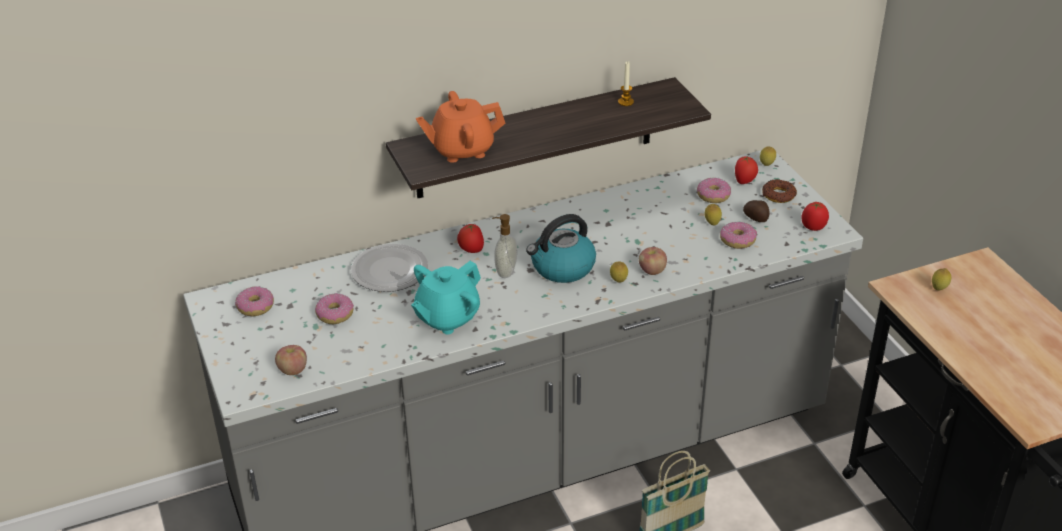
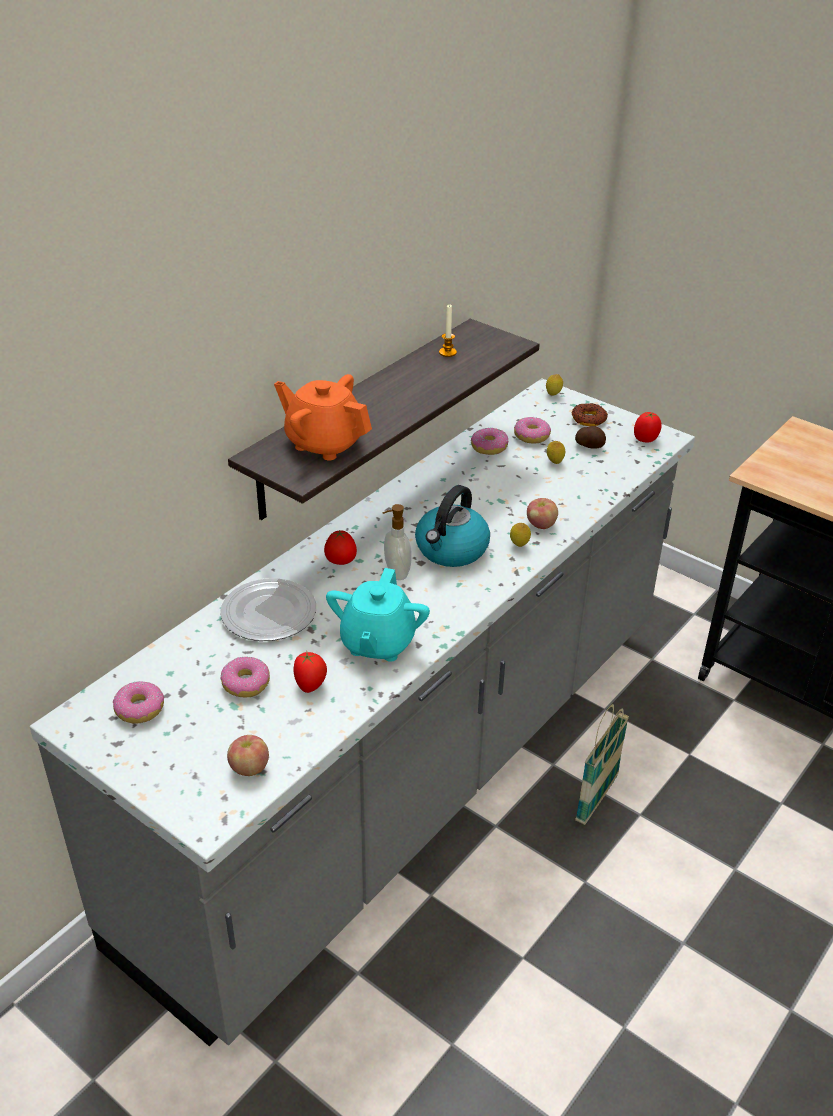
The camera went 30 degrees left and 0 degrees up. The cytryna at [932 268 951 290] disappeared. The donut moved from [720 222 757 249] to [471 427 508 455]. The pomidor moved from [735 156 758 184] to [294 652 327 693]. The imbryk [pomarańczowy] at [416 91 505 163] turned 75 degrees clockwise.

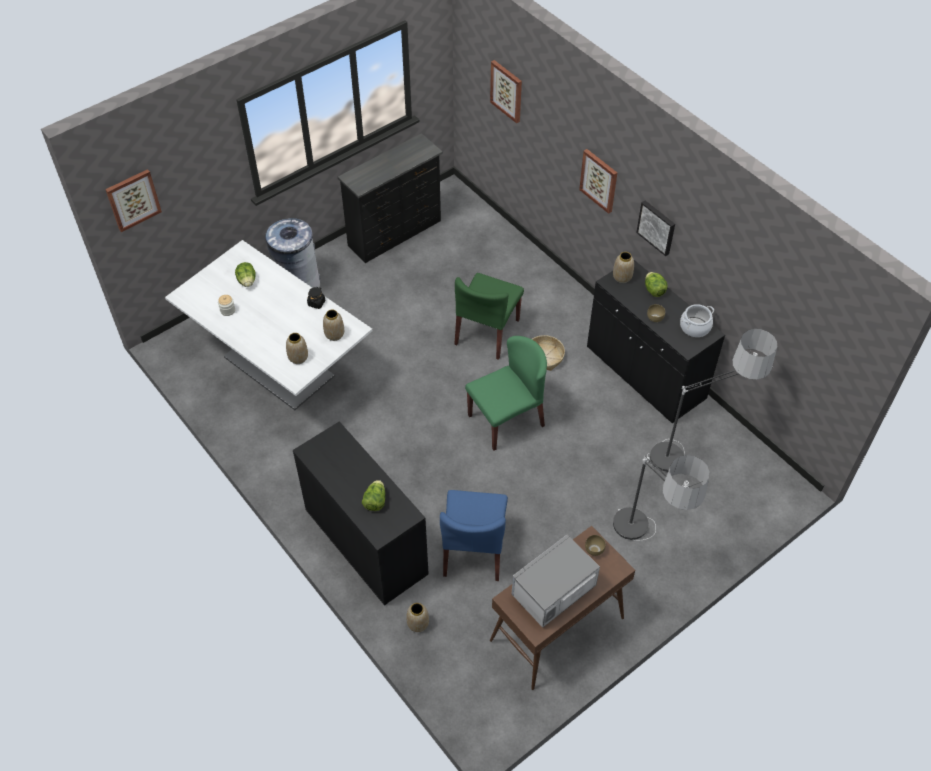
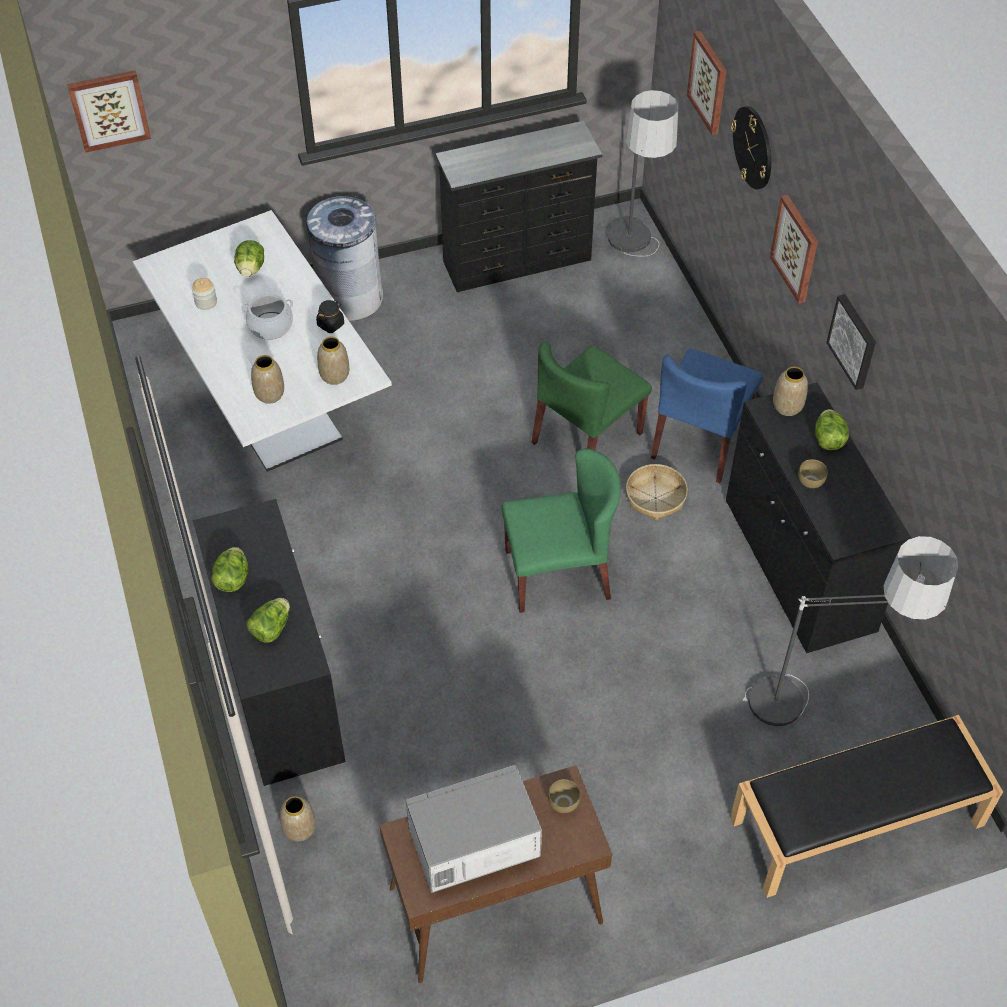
The camera went 20 degrees right and 0 degrees up. The sałata at [211 547 248 592] appeared. The ławka [czarny] at [730 715 1003 898] appeared. The zegar ścienny at [731 106 771 189] appeared. The krzesło [niebieski] moved from [440 490 508 581] to [651 348 763 483]. The lampa stojąca moved from [613 455 710 541] to [607 90 679 257]. The garnek moved from [680 304 714 337] to [242 292 293 340].

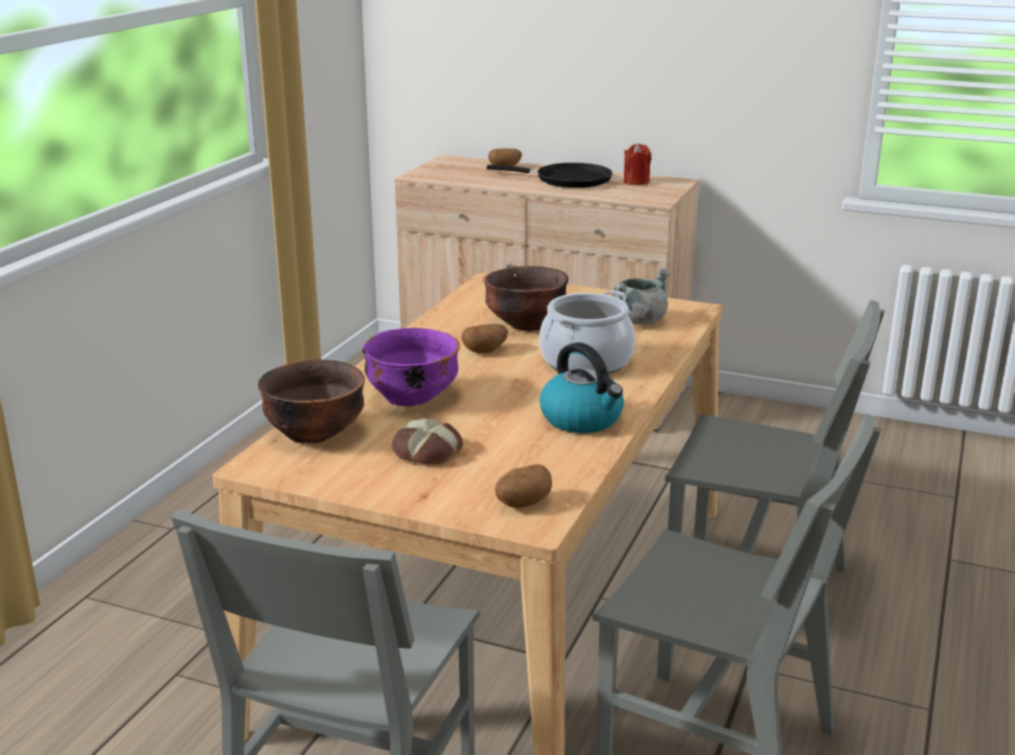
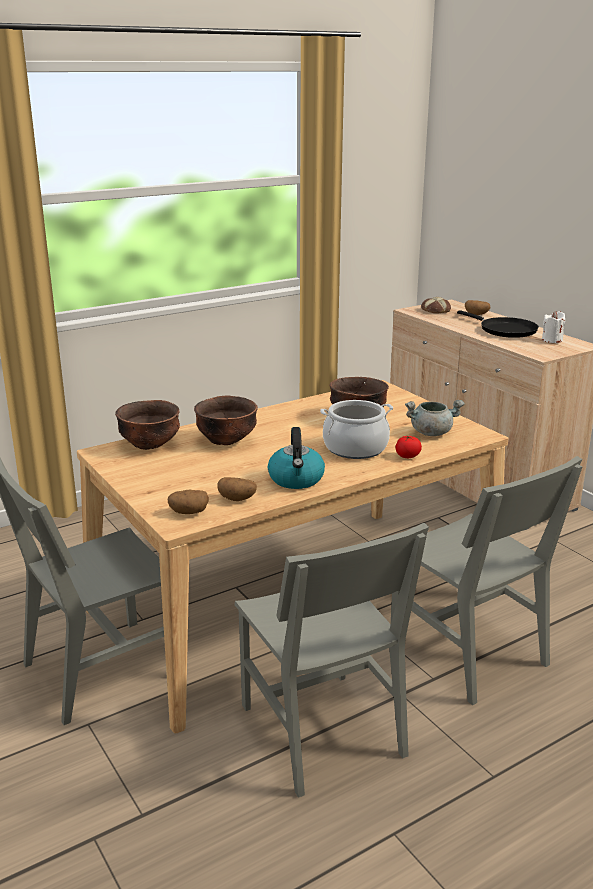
The camera went 35 degrees right and 0 degrees up. The pomidor at [395 436 422 458] appeared. The chleb moved from [392 418 463 464] to [421 297 451 314]. The ziemniak moved from [462 324 508 353] to [217 477 257 501]. The miska [fioletowy] at [362 328 460 406] became the miska [brązowy] at [194 396 258 445]. The świeca [czerwony] at [624 143 651 185] became the świeca [biały] at [542 311 565 343].

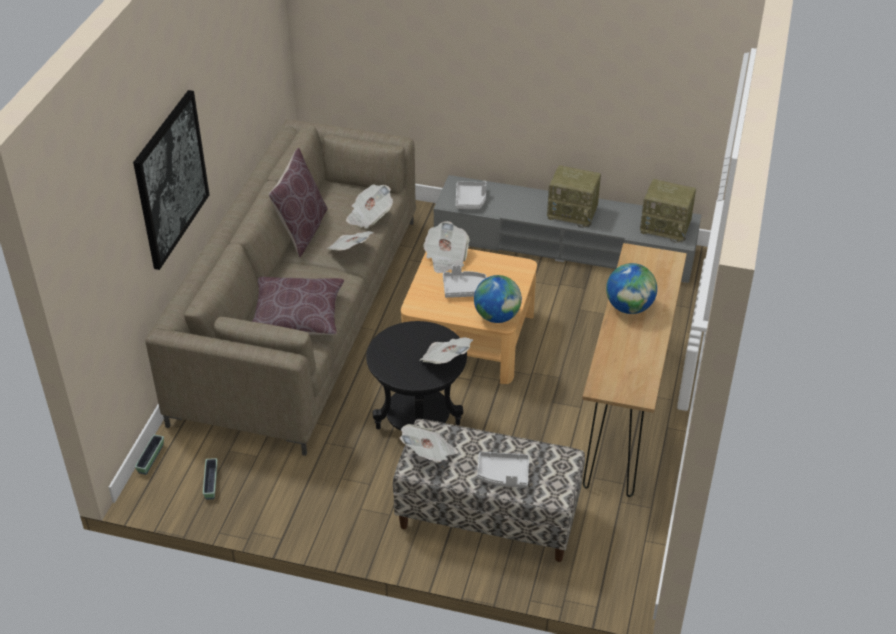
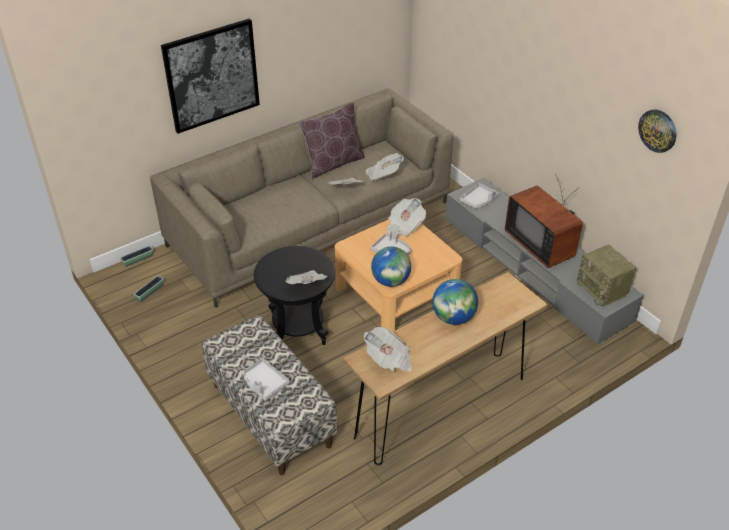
The camera went 40 degrees right and 0 degrees up. The poduszka [brązowy] at [252 277 344 335] disappeared. The zegar ścienny at [638 109 676 153] appeared. The gazeta moved from [399 424 458 463] to [364 327 412 372]. The radio at [547 165 601 227] was replaced by the telewizor at [505 174 583 268].

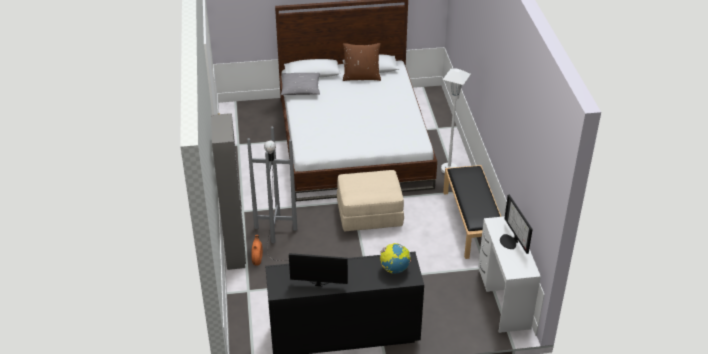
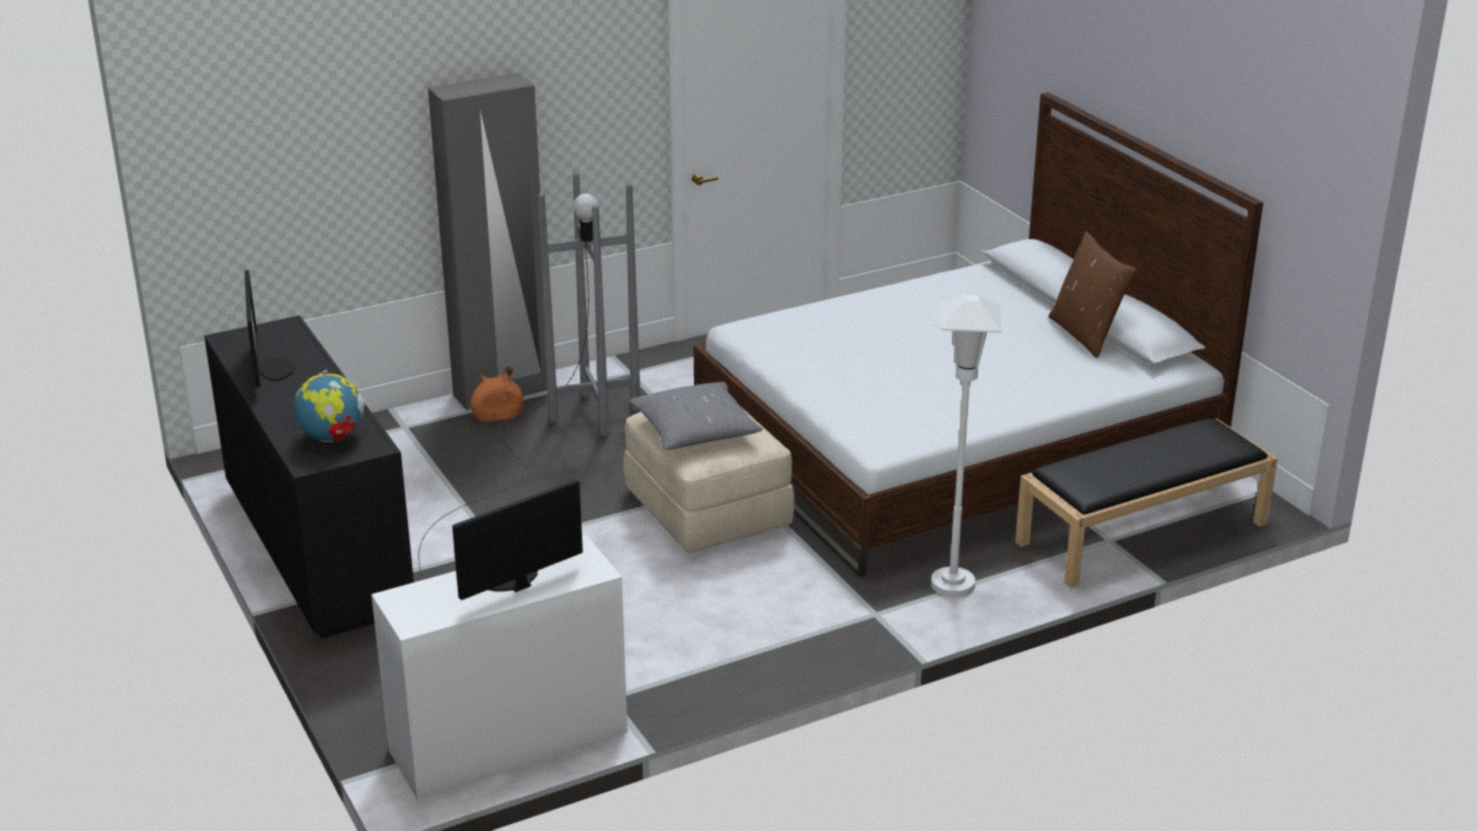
The camera went 70 degrees right and 10 degrees down. The poduszka [szary] moved from [281 73 320 95] to [629 382 763 450]. The ławka [czarny] moved from [443 165 501 259] to [1015 418 1278 588].

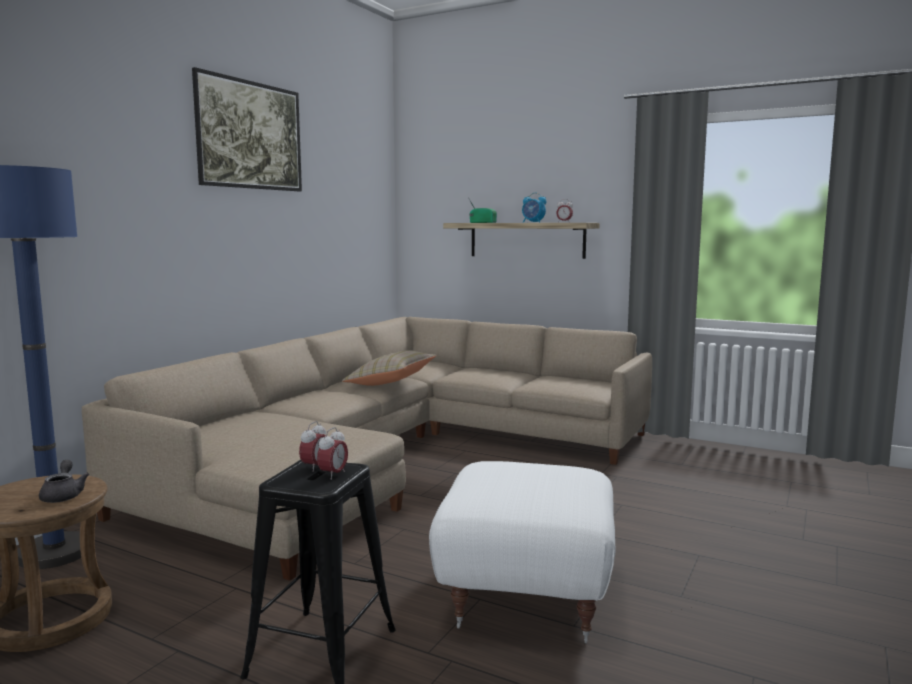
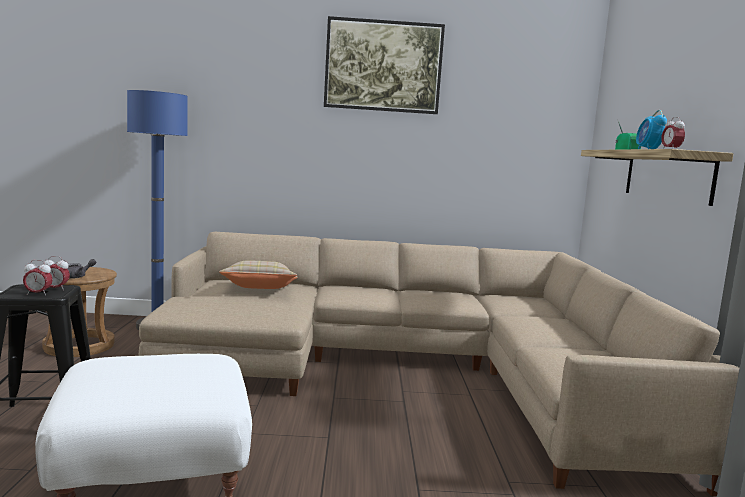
The camera went 60 degrees right and 0 degrees up. The poduszka [beżowy] moved from [342 350 436 386] to [219 260 298 289].

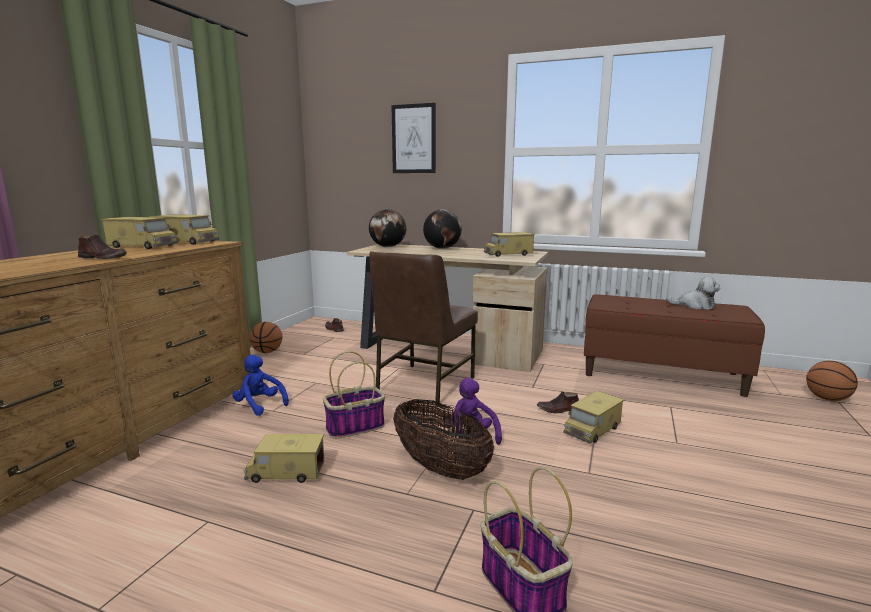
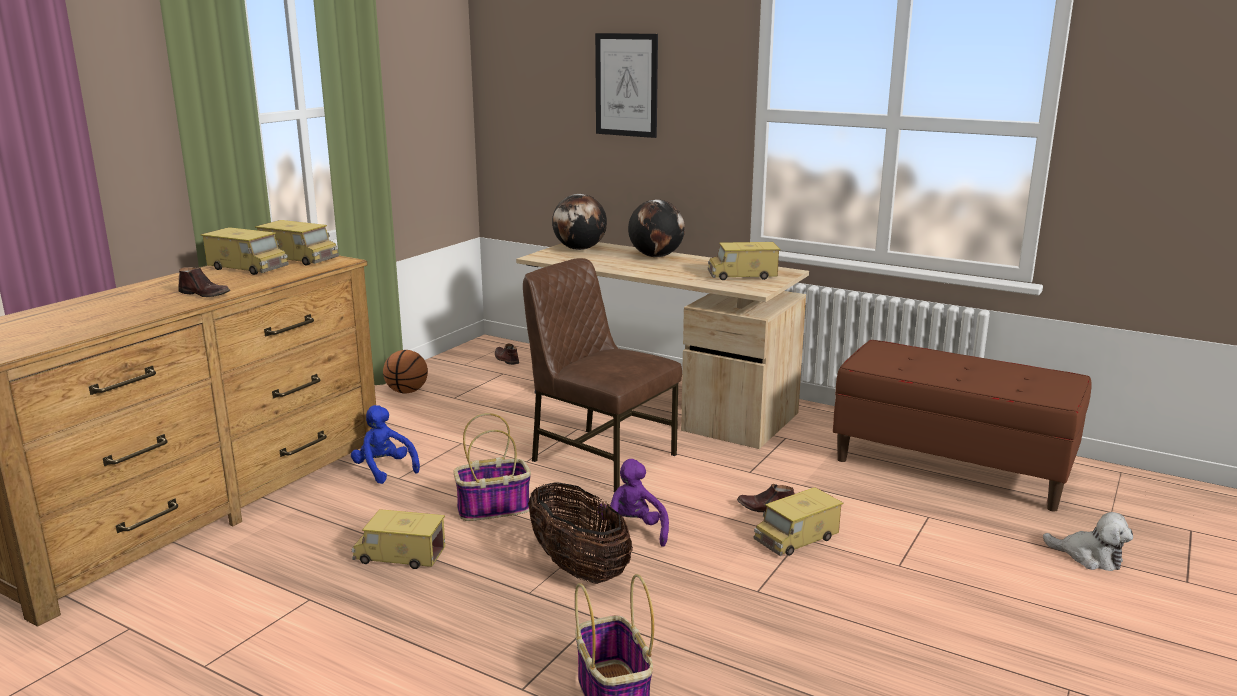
The camera went 10 degrees right and 5 degrees up. The piłka do koszykówki at [806 361 858 401] disappeared. The pluszak moved from [667 277 721 310] to [1043 512 1133 571]. The krzesło [brązowy] at [369 251 478 407] turned 90 degrees clockwise.

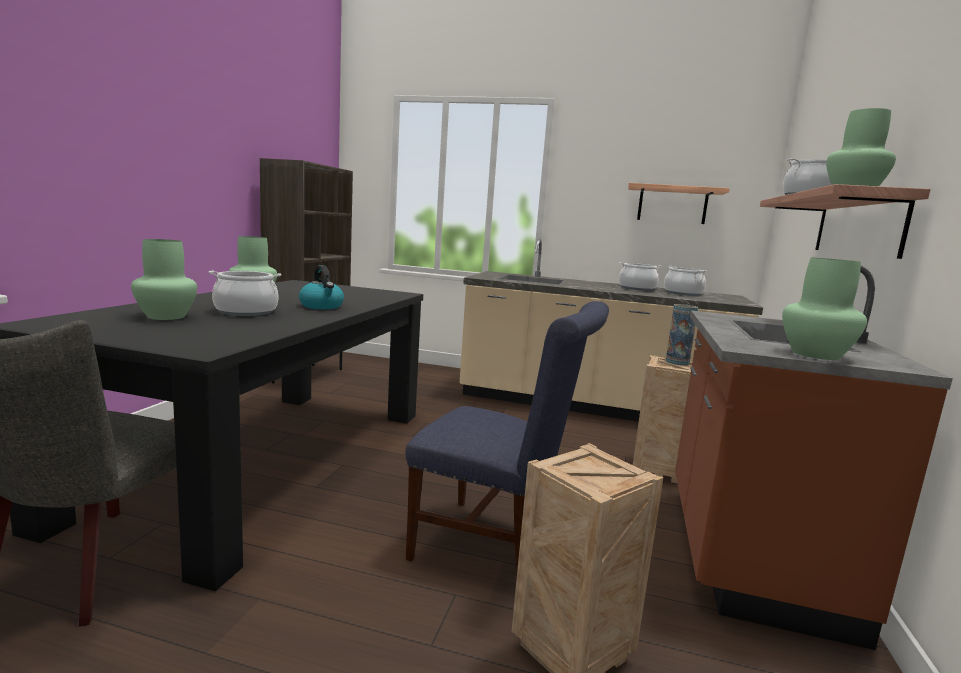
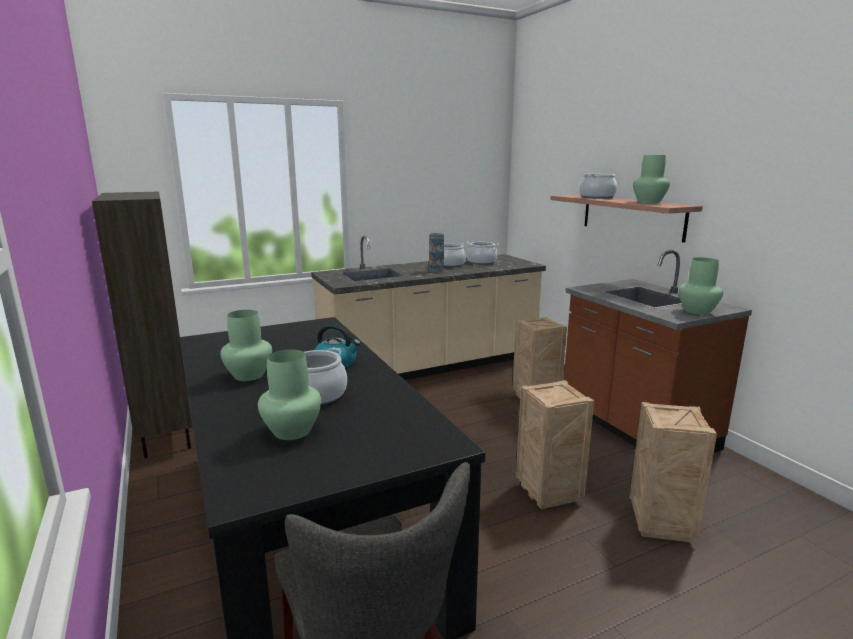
The camera went 40 degrees left and 5 degrees up. The półka at [628 183 730 224] disappeared. The wazon moved from [666 304 698 365] to [429 233 444 273]. The krzesło [niebieski] at [405 301 609 570] was replaced by the skrzynka at [516 380 594 509].

